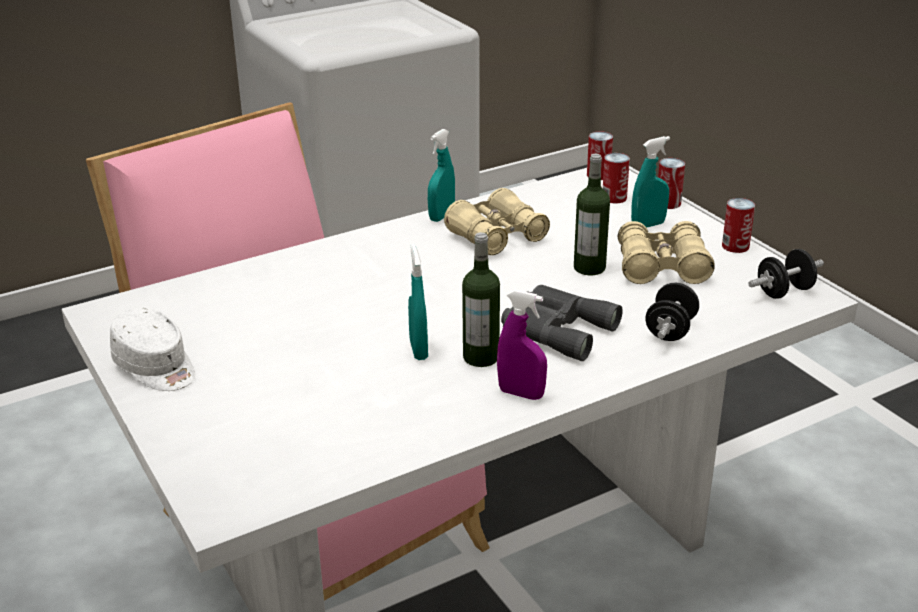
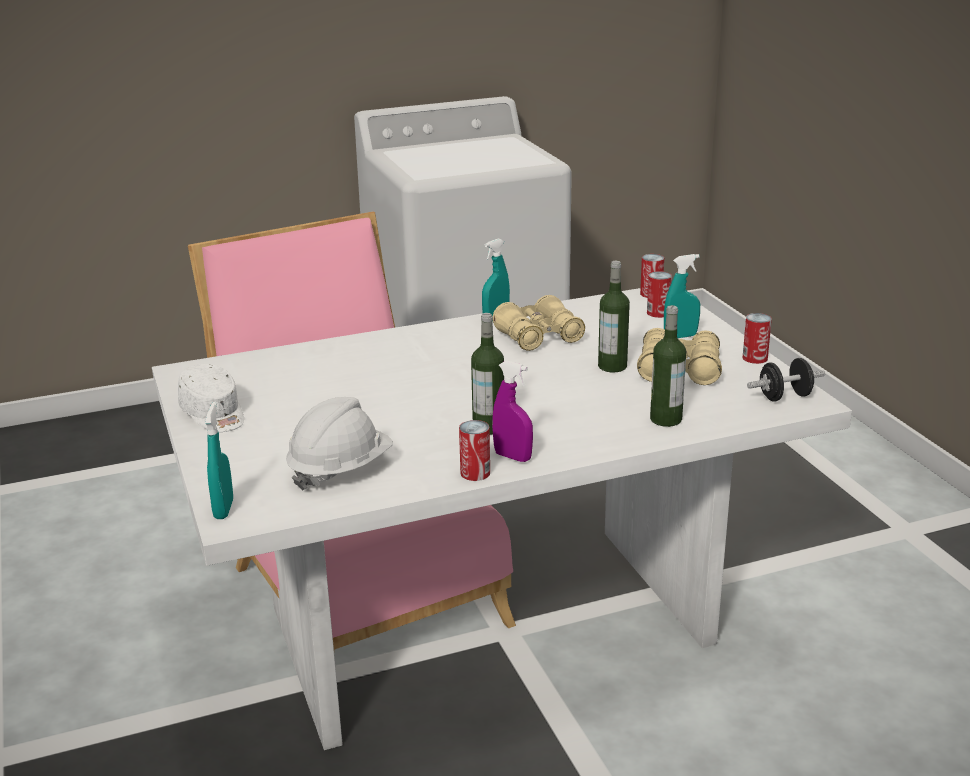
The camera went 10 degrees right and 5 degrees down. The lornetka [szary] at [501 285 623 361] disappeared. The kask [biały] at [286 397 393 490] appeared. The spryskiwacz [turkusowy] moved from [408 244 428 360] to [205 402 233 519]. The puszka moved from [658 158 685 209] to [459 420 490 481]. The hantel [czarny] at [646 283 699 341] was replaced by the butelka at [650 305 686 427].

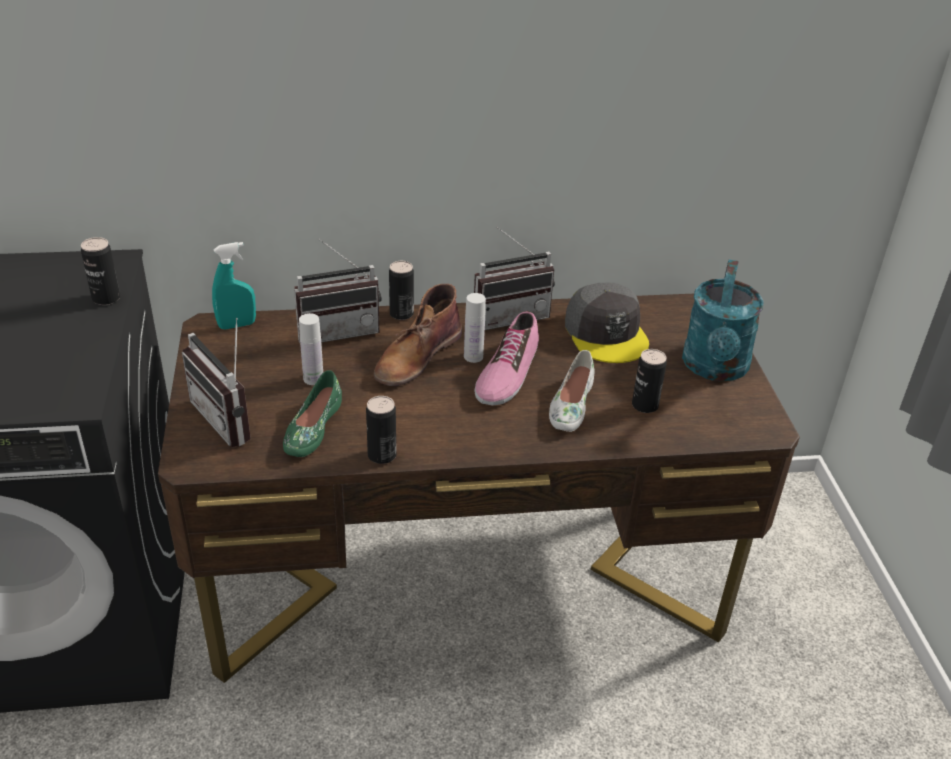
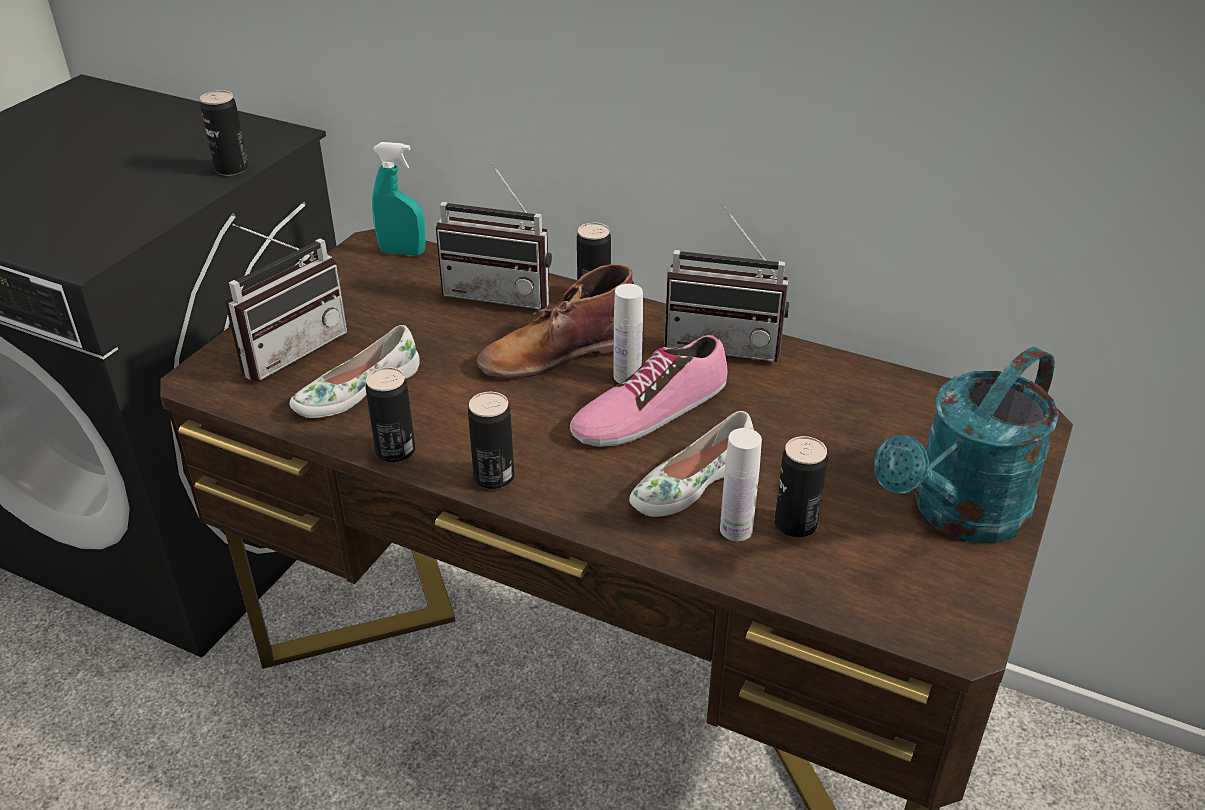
The camera went 35 degrees right and 0 degrees up. The czapka z daszkiem [szary] at [565 282 649 363] disappeared. The puszka at [468 392 514 489] appeared. The butelka [biały] moved from [299 313 323 385] to [720 428 762 541]. The but [zielony] at [283 370 342 457] became the but [biały] at [289 325 420 418]. The radio at [182 318 251 447] turned 135 degrees counterclockwise.

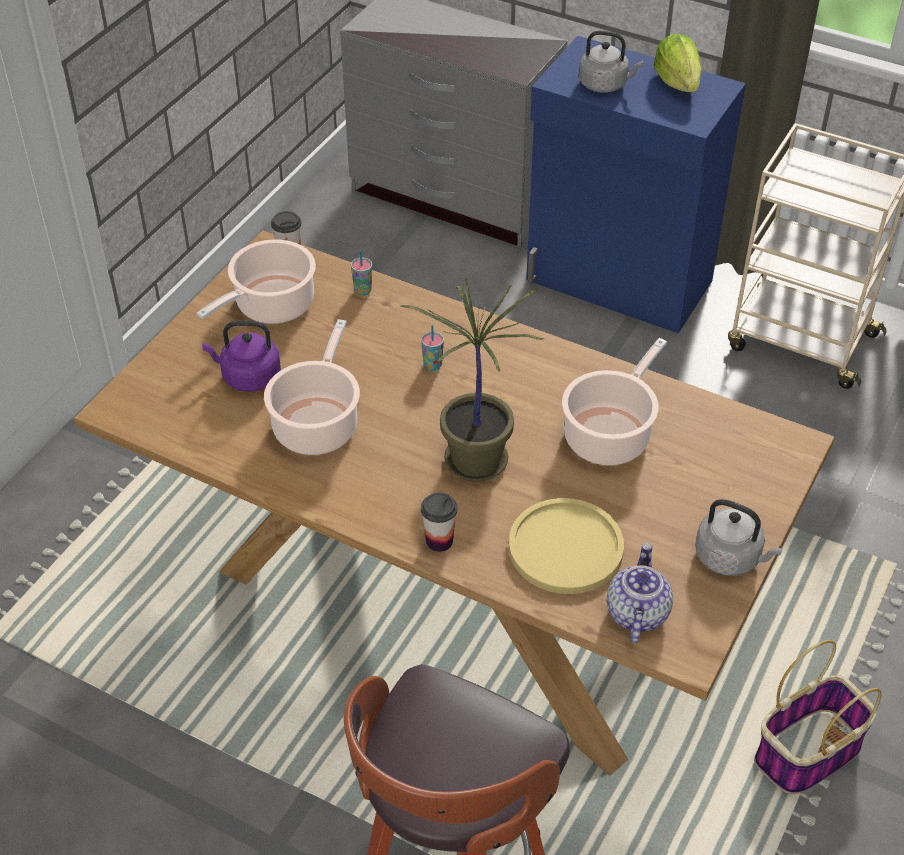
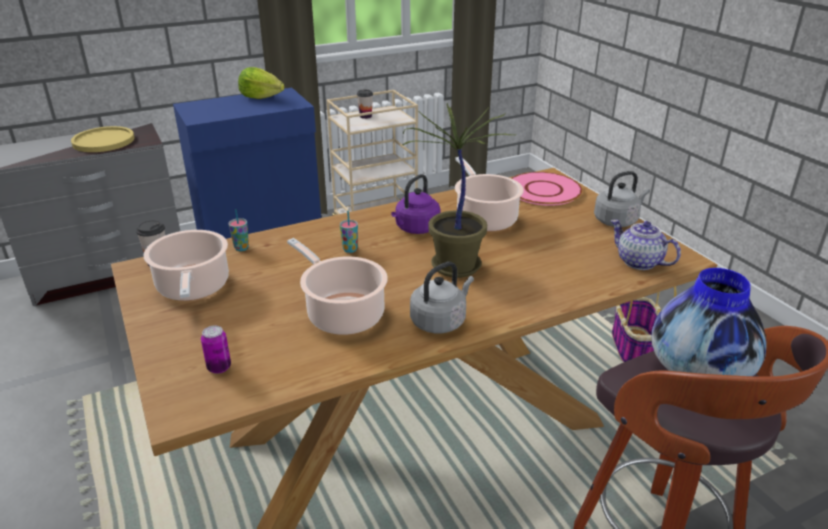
The camera went 55 degrees left and 15 degrees down. The puszka at [201 325 231 374] appeared. The talerz [różowy] at [512 172 582 206] appeared. The wazon at [651 268 767 376] appeared. The czajnik [fioletowy] moved from [202 320 281 392] to [391 174 440 234]. The filiżanka moved from [421 492 458 552] to [357 89 373 119]. The talerz [żółty] moved from [509 498 624 594] to [71 126 134 152]. The czajnik [szary] moved from [579 31 644 93] to [410 262 474 334].

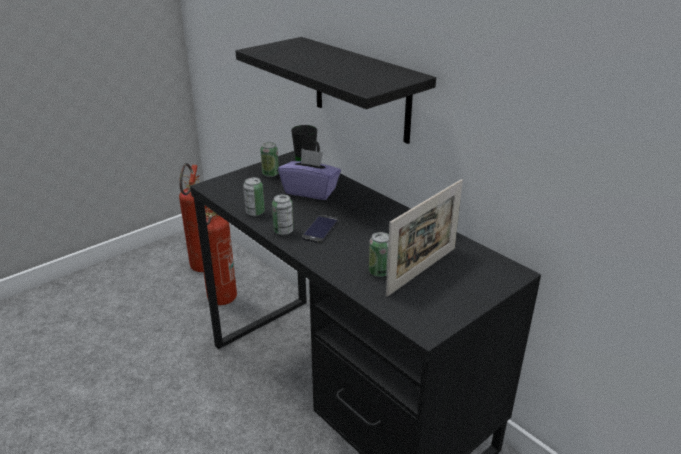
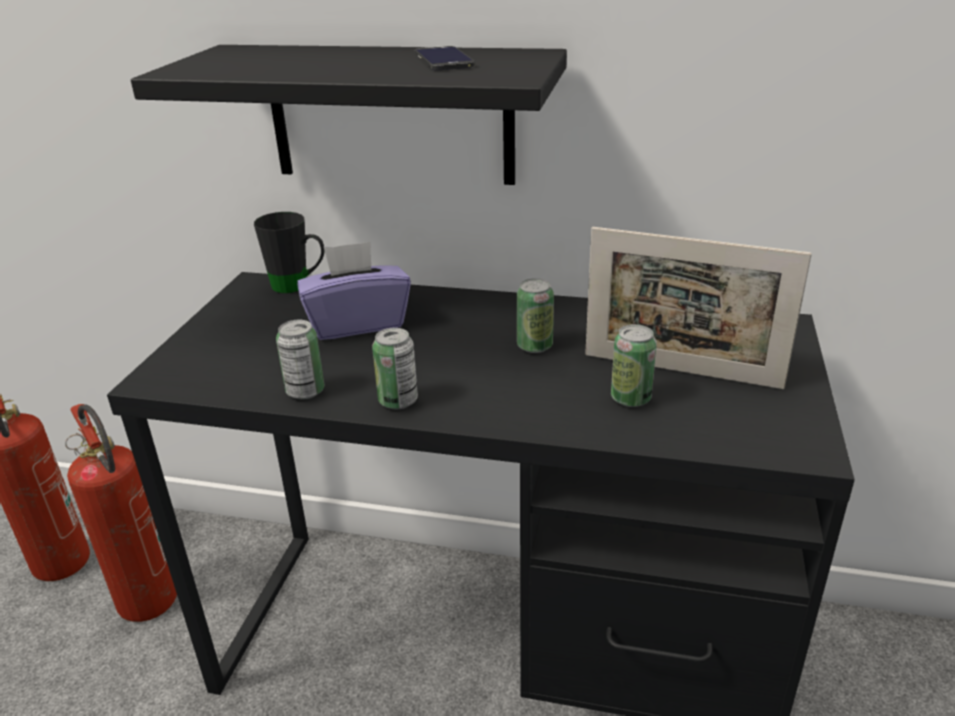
The camera went 35 degrees left and 0 degrees up. The puszka moved from [260 142 279 177] to [517 278 554 353]. The telefon moved from [302 215 338 243] to [415 46 475 70]. The ramka na zdjęcie at [386 179 463 297] turned 105 degrees clockwise.

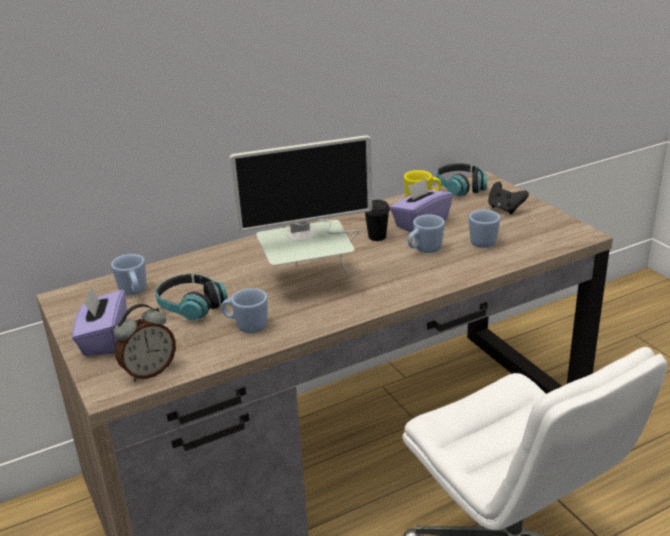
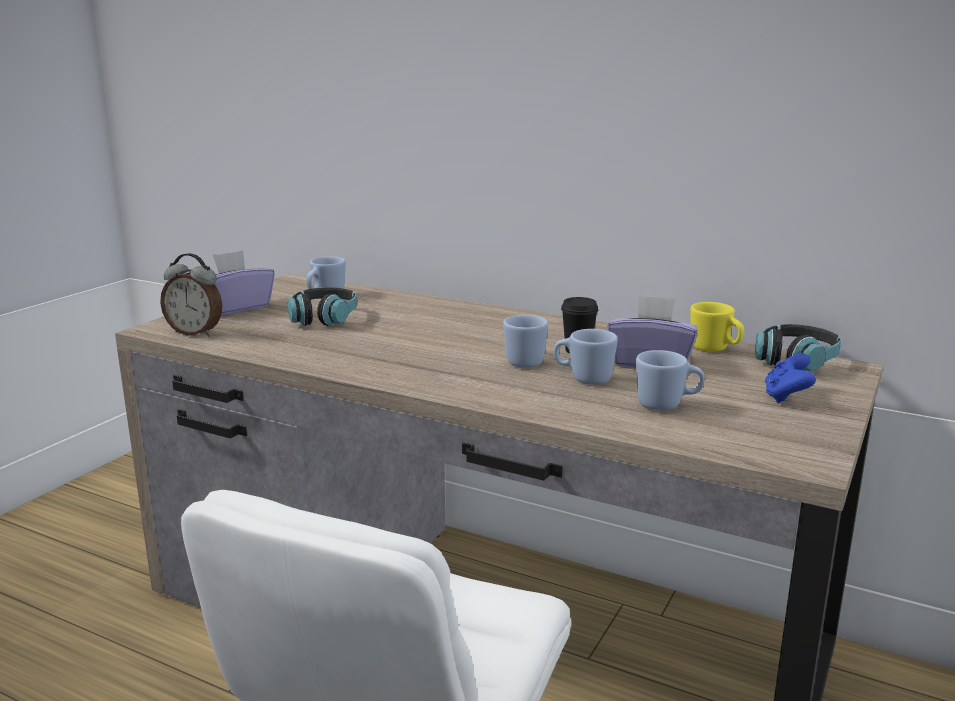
The camera went 55 degrees right and 10 degrees down. The monitor at [229 135 372 274] disappeared. The kubek [niebieski] moved from [221 288 268 333] to [503 315 548 368]. The pad do gier [czarny] at [488 182 529 214] became the pad do gier [niebieski] at [765 353 816 403].

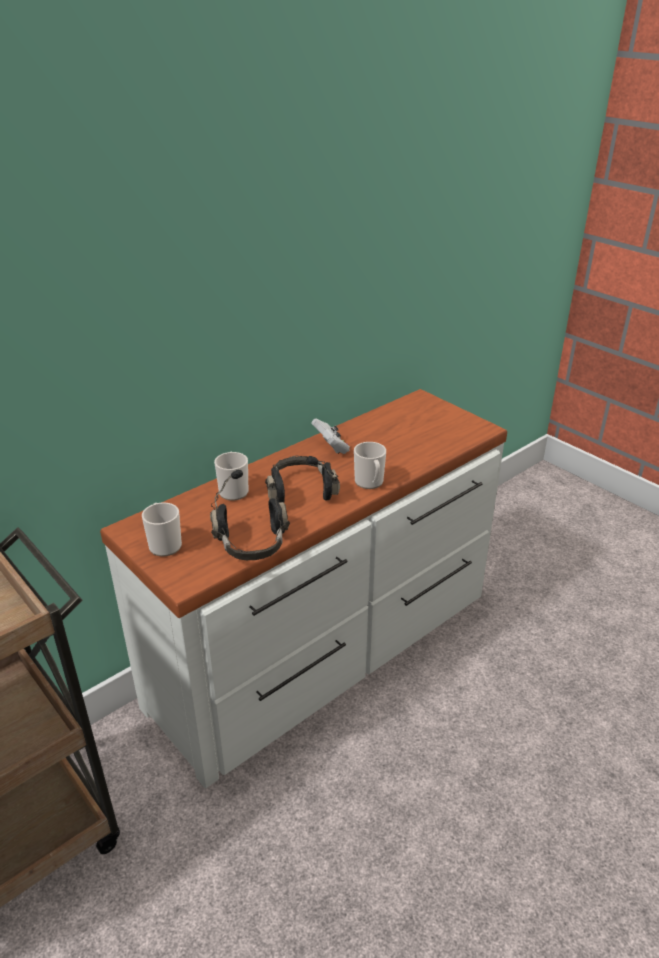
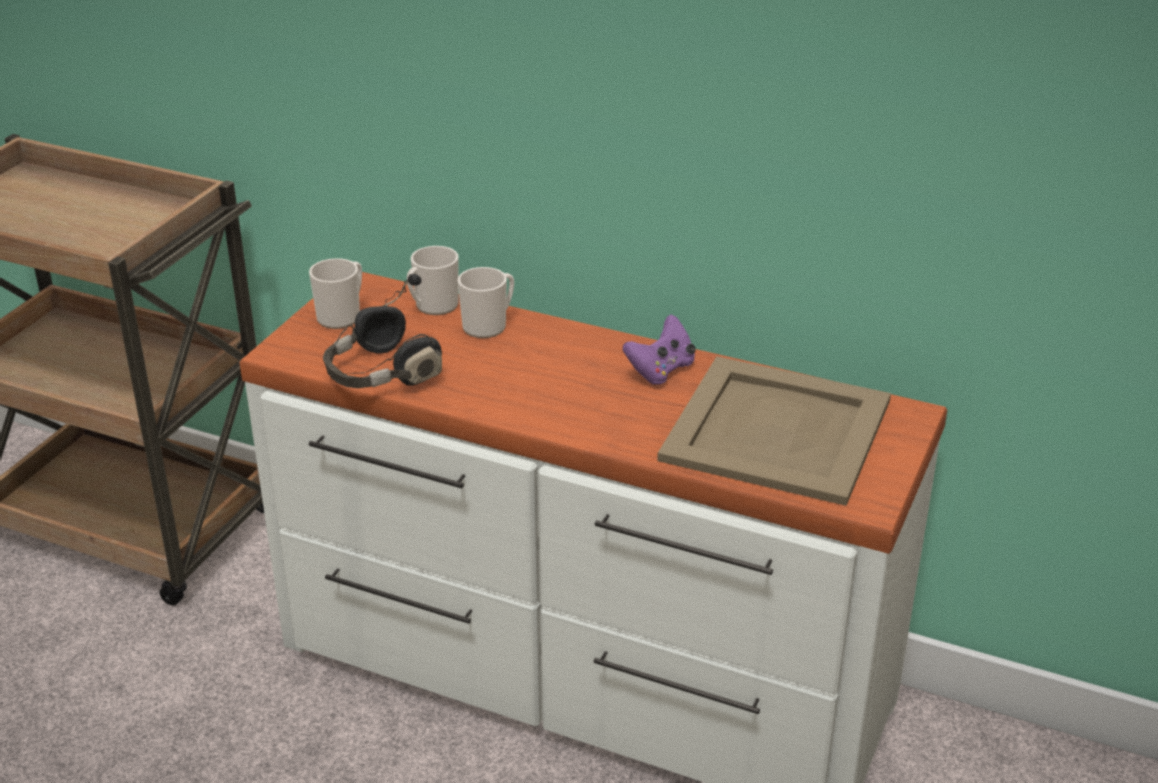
The camera went 65 degrees right and 0 degrees up. The słuchawki [czarny] at [265 455 340 502] disappeared. The taca [beżowy] at [657 356 891 506] appeared. The kubek moved from [354 442 386 489] to [407 246 459 315]. The pad do gier [biały] at [311 419 350 454] became the pad do gier [fioletowy] at [623 314 696 385].

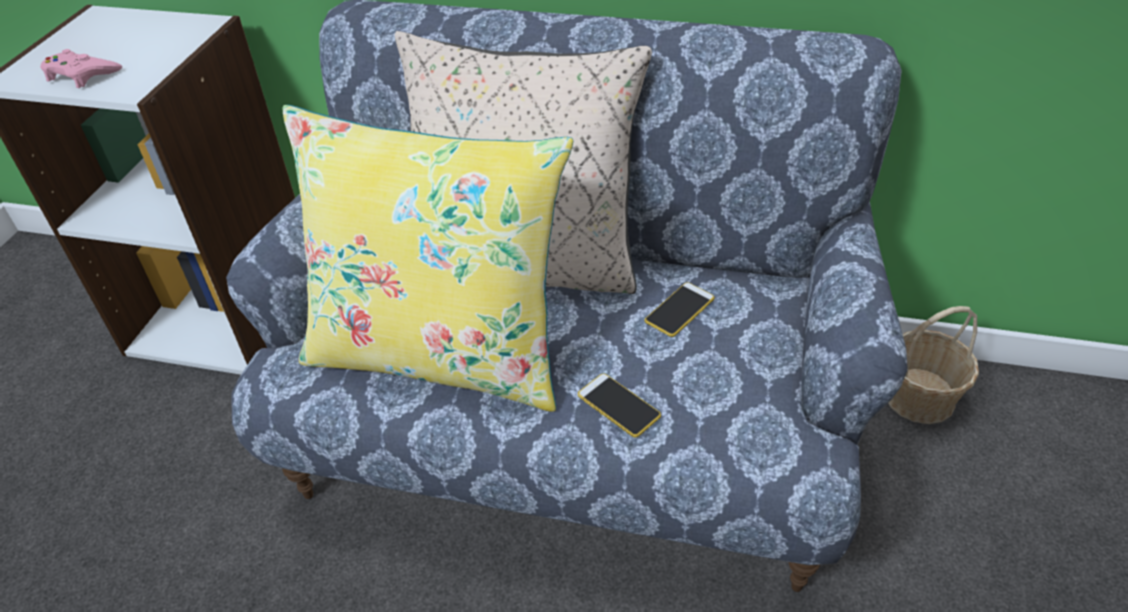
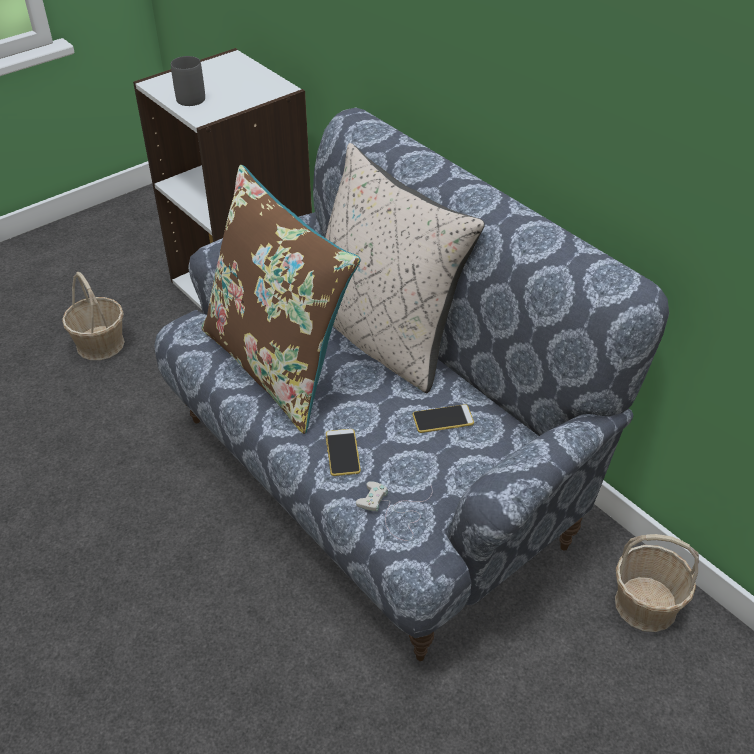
The camera went 35 degrees right and 0 degrees up. The koszyk at [62 272 125 360] appeared. The pad do gier [biały] at [356 481 433 541] appeared. The pad do gier [różowy] at [40 49 122 88] was replaced by the kubek [szary] at [171 56 205 106]. The poduszka [żółty] at [282 105 574 412] became the poduszka [brązowy] at [202 165 361 434].

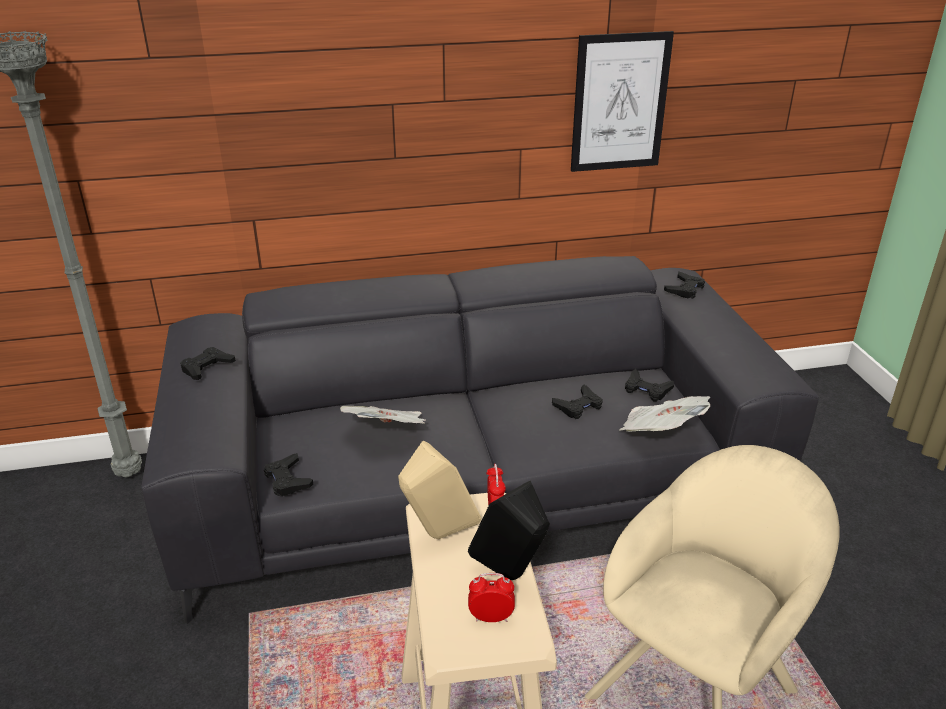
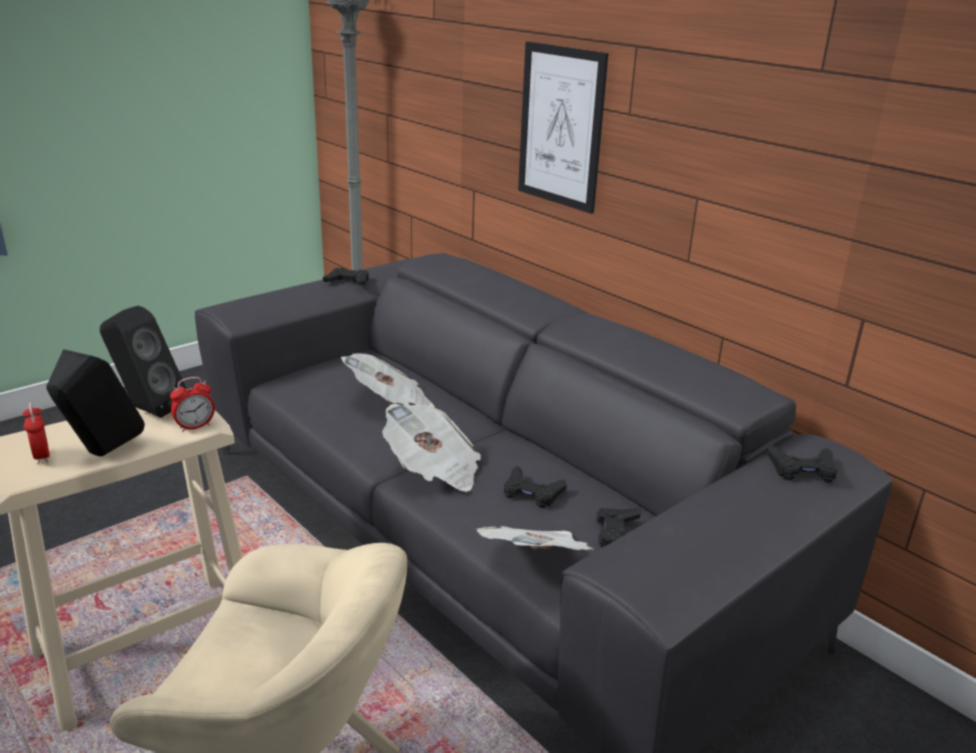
The camera went 60 degrees right and 5 degrees down. The pad do gier [czarny] at [264 453 313 496] disappeared. The gazeta at [382 404 481 492] appeared. The obraz moved from [571 31 674 172] to [518 42 609 214]. The głośnik [beżowy] at [398 441 481 539] became the głośnik [czarny] at [100 305 187 418].

